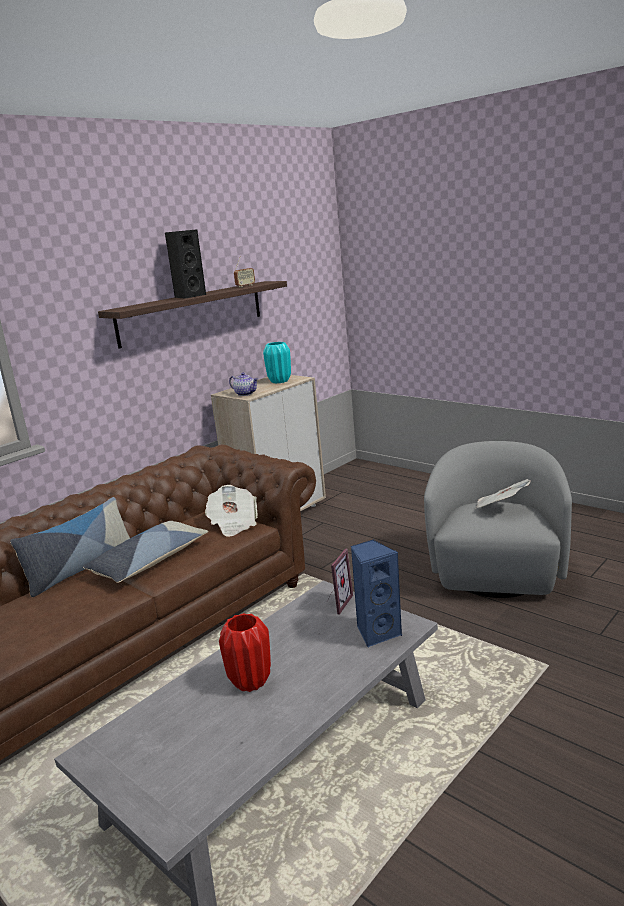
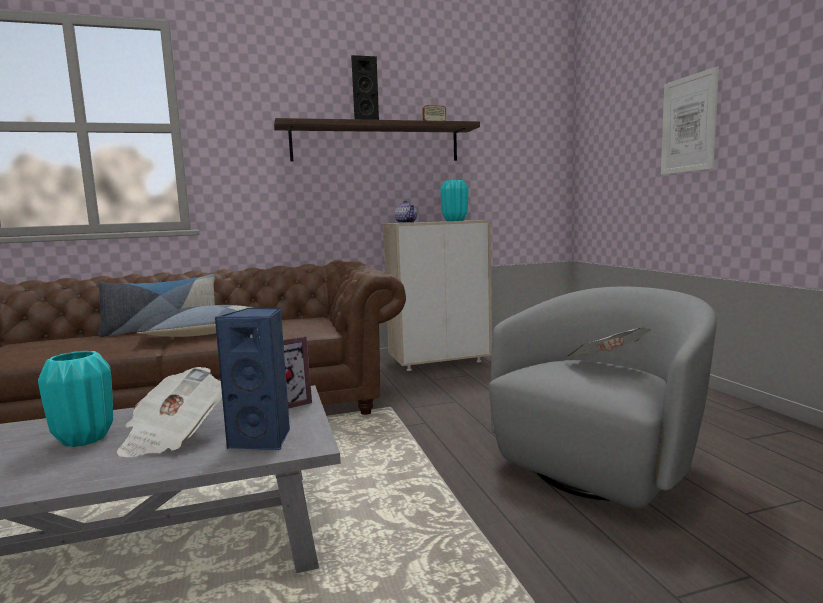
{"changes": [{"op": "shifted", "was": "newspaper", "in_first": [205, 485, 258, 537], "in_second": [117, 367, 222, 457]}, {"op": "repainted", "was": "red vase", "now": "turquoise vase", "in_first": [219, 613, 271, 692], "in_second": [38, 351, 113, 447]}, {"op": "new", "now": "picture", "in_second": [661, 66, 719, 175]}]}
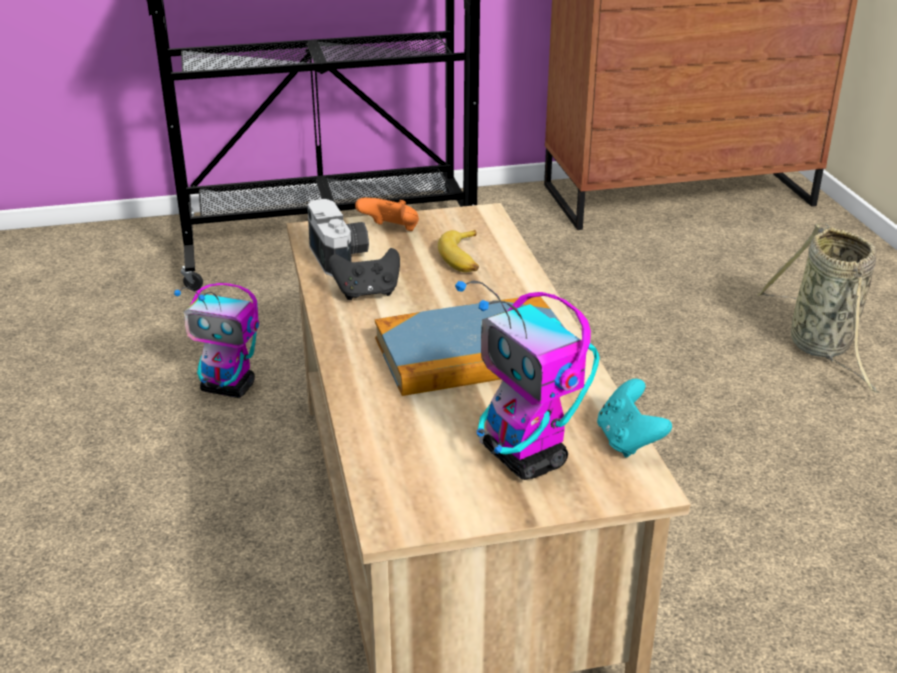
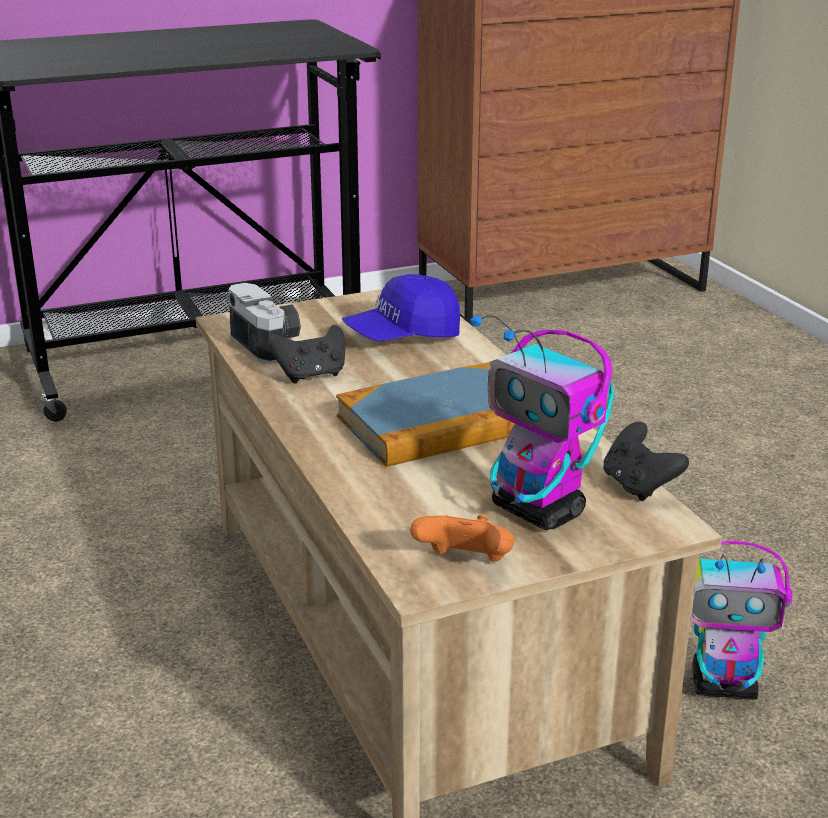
{"changes": [{"op": "shifted", "was": "orange game controller", "in_first": [355, 198, 419, 231], "in_second": [410, 515, 514, 562]}, {"op": "gone", "was": "basket", "in_first": [756, 223, 880, 393]}, {"op": "swapped", "was": "banana", "now": "blue cap", "in_first": [438, 230, 479, 272], "in_second": [342, 274, 460, 341]}, {"op": "shifted", "was": "toy robot", "in_first": [174, 283, 259, 398], "in_second": [691, 541, 792, 700]}, {"op": "repainted", "was": "turquoise game controller", "now": "black game controller", "in_first": [597, 379, 672, 458], "in_second": [603, 422, 689, 501]}]}
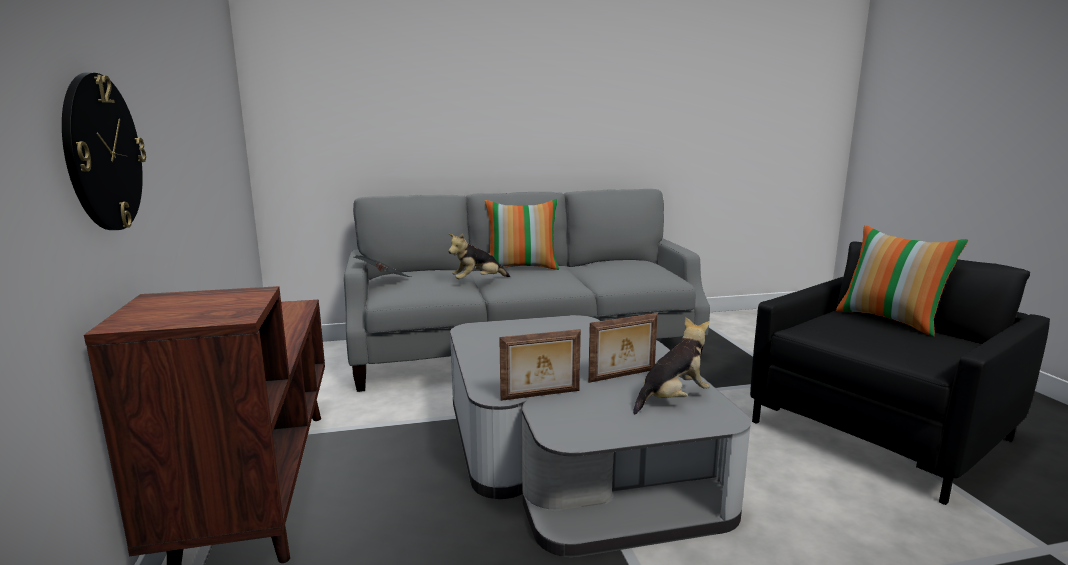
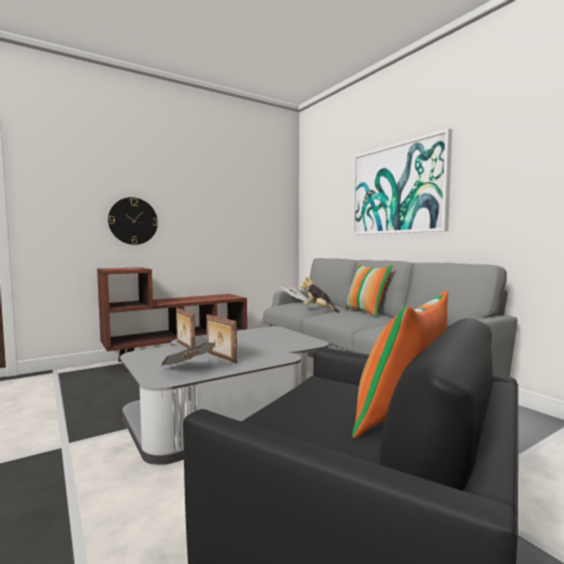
{"changes": [{"op": "swapped", "was": "plush toy", "now": "newspaper", "in_first": [633, 317, 710, 414], "in_second": [161, 342, 216, 366]}, {"op": "new", "now": "picture", "in_second": [352, 128, 452, 235]}]}
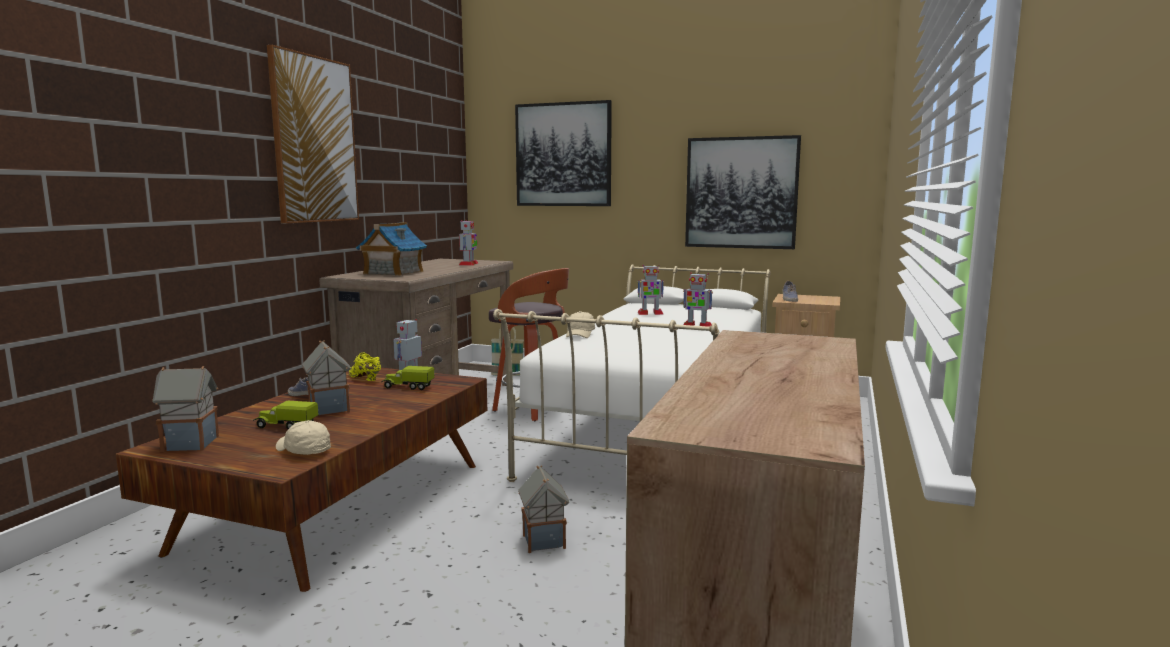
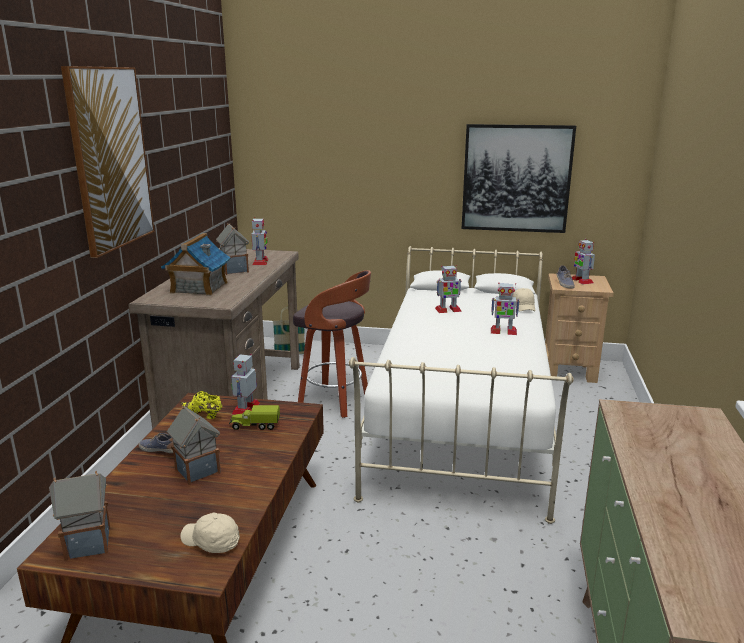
{"changes": [{"op": "gone", "was": "picture", "in_first": [515, 100, 612, 206]}, {"op": "shifted", "was": "beige cap", "in_first": [566, 311, 595, 338], "in_second": [513, 288, 536, 311]}, {"op": "gone", "was": "toy truck", "in_first": [253, 401, 318, 429]}, {"op": "shifted", "was": "toy house", "in_first": [518, 465, 569, 553], "in_second": [216, 223, 249, 275]}, {"op": "new", "now": "toy robot", "in_second": [572, 239, 595, 284]}]}
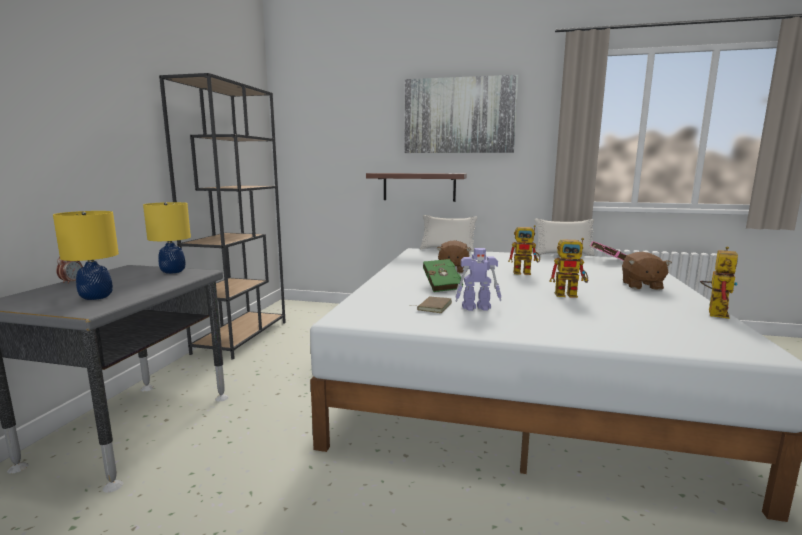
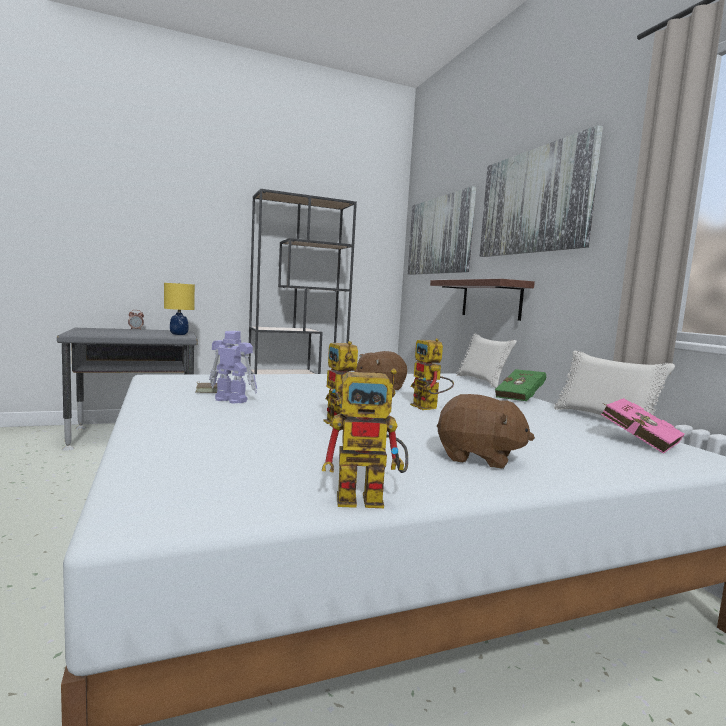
{"changes": [{"op": "gone", "was": "yellow table lamp", "in_first": [53, 211, 119, 300]}, {"op": "rotated", "was": "toy robot", "in_first": [455, 248, 501, 311], "in_second": [209, 331, 257, 404], "clockwise": 150}, {"op": "rotated", "was": "brown plush toy", "in_first": [622, 252, 672, 290], "in_second": [437, 394, 535, 469], "clockwise": -135}, {"op": "shifted", "was": "green book", "in_first": [423, 259, 463, 292], "in_second": [495, 369, 546, 401]}, {"op": "new", "now": "picture", "in_second": [408, 186, 476, 275]}]}
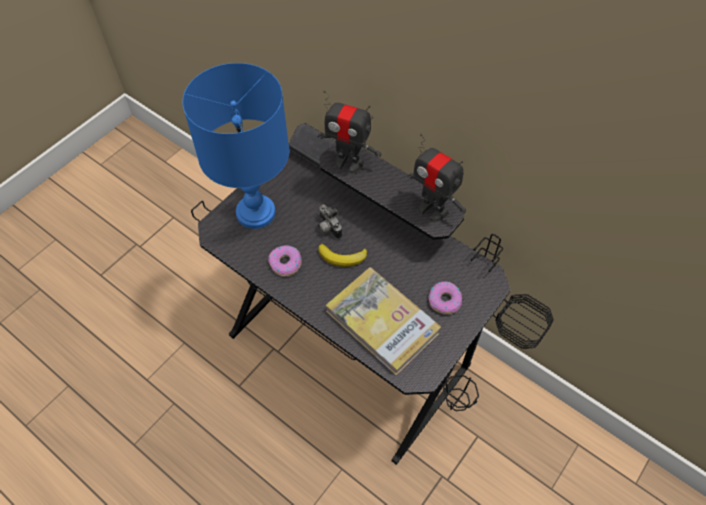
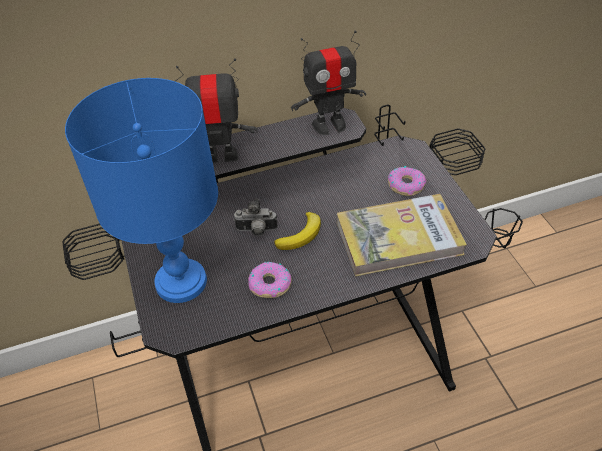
{"changes": [{"op": "rotated", "was": "toy robot", "in_first": [317, 90, 382, 174], "in_second": [175, 58, 258, 163], "clockwise": -150}]}
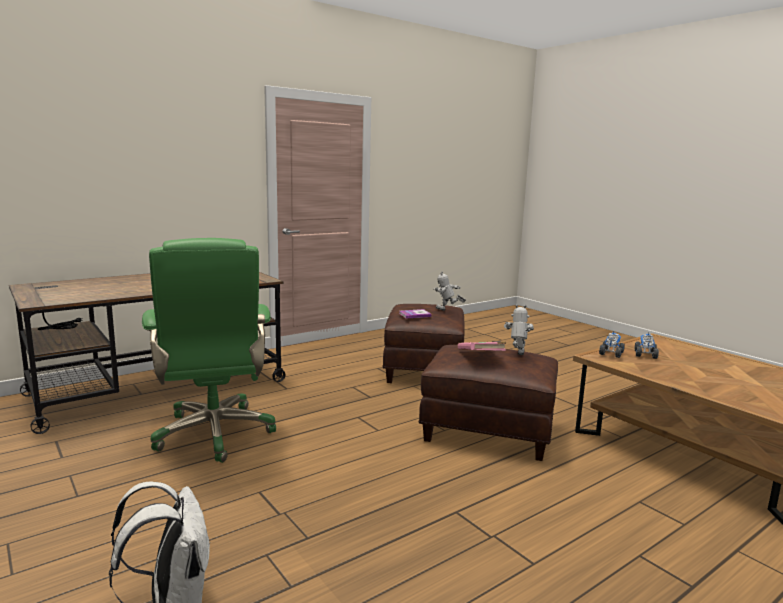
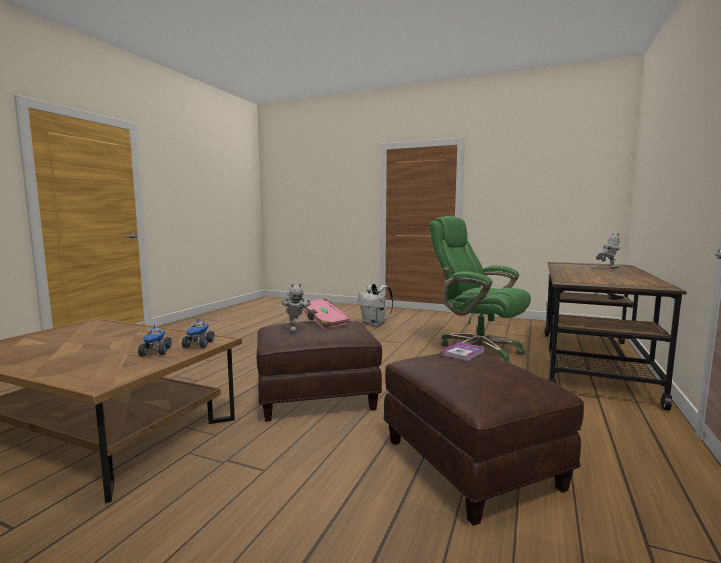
{"changes": [{"op": "shifted", "was": "toy robot", "in_first": [434, 272, 466, 311], "in_second": [596, 233, 620, 269]}]}
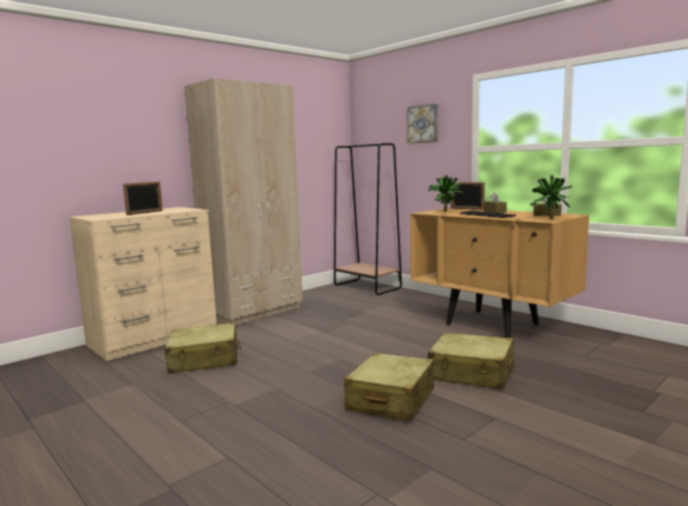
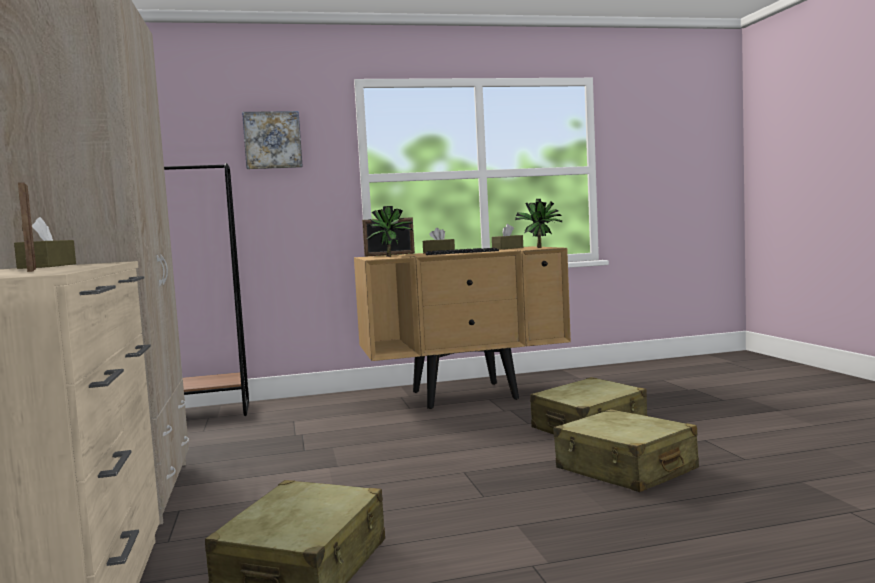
{"changes": [{"op": "new", "now": "brown tissue box", "in_second": [14, 217, 76, 269]}]}
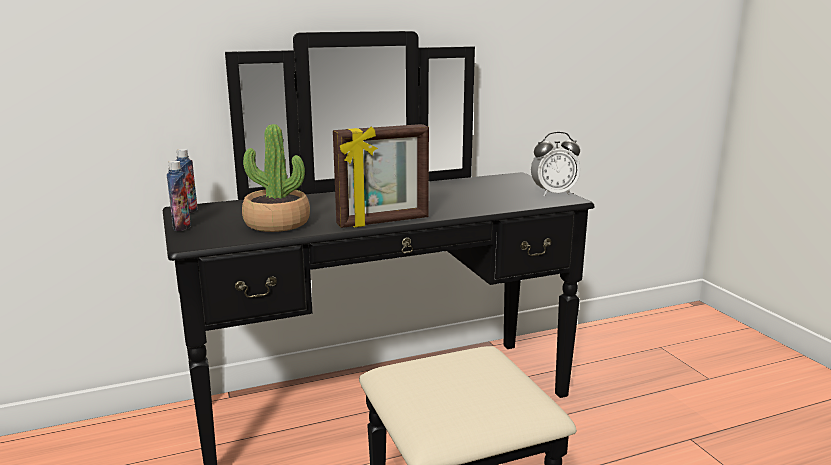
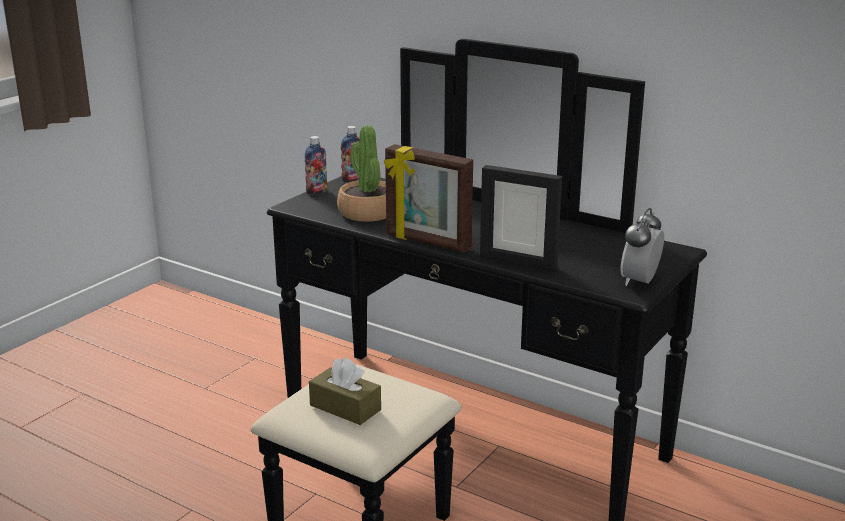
{"changes": [{"op": "rotated", "was": "alarm clock", "in_first": [531, 132, 580, 197], "in_second": [620, 208, 664, 286], "clockwise": 75}, {"op": "new", "now": "picture frame", "in_second": [480, 165, 562, 272]}, {"op": "new", "now": "brown tissue box", "in_second": [309, 358, 381, 425]}]}
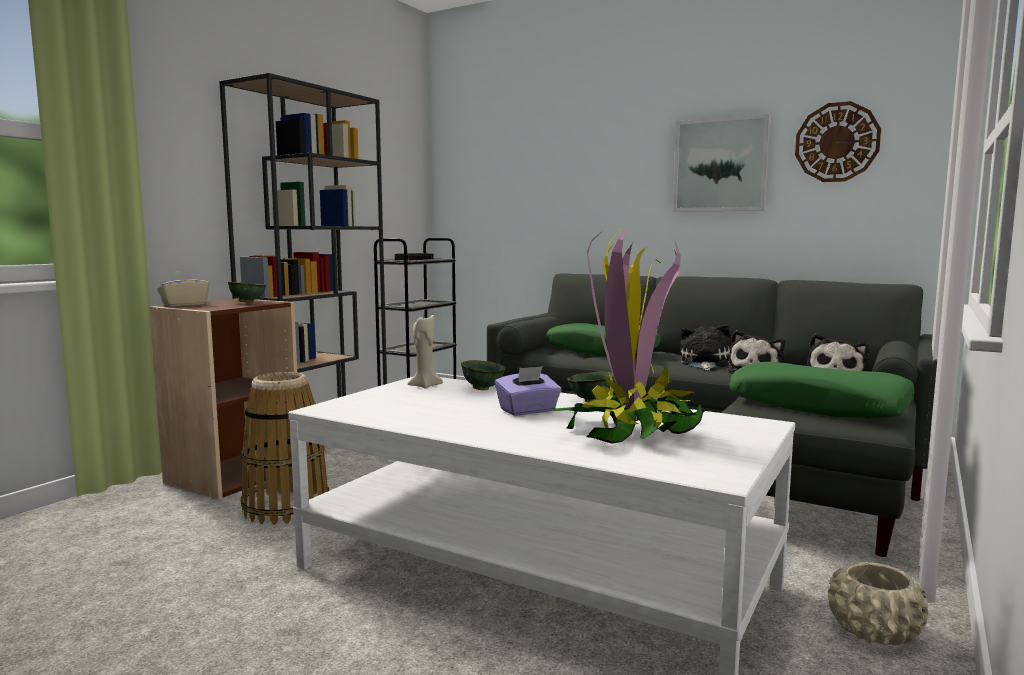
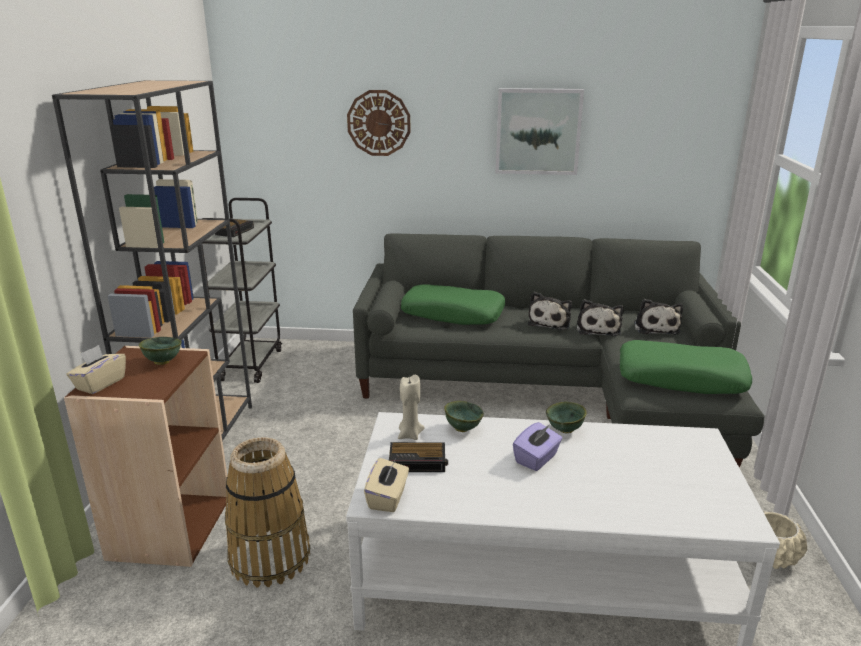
{"changes": [{"op": "shifted", "was": "wall clock", "in_first": [795, 101, 881, 182], "in_second": [347, 90, 410, 156]}, {"op": "gone", "was": "potted plant", "in_first": [553, 228, 707, 443]}, {"op": "rotated", "was": "plush toy", "in_first": [681, 325, 731, 371], "in_second": [528, 292, 572, 330], "clockwise": -150}, {"op": "new", "now": "alarm clock", "in_second": [389, 442, 448, 472]}, {"op": "new", "now": "beige tissue box", "in_second": [364, 458, 409, 512]}]}
